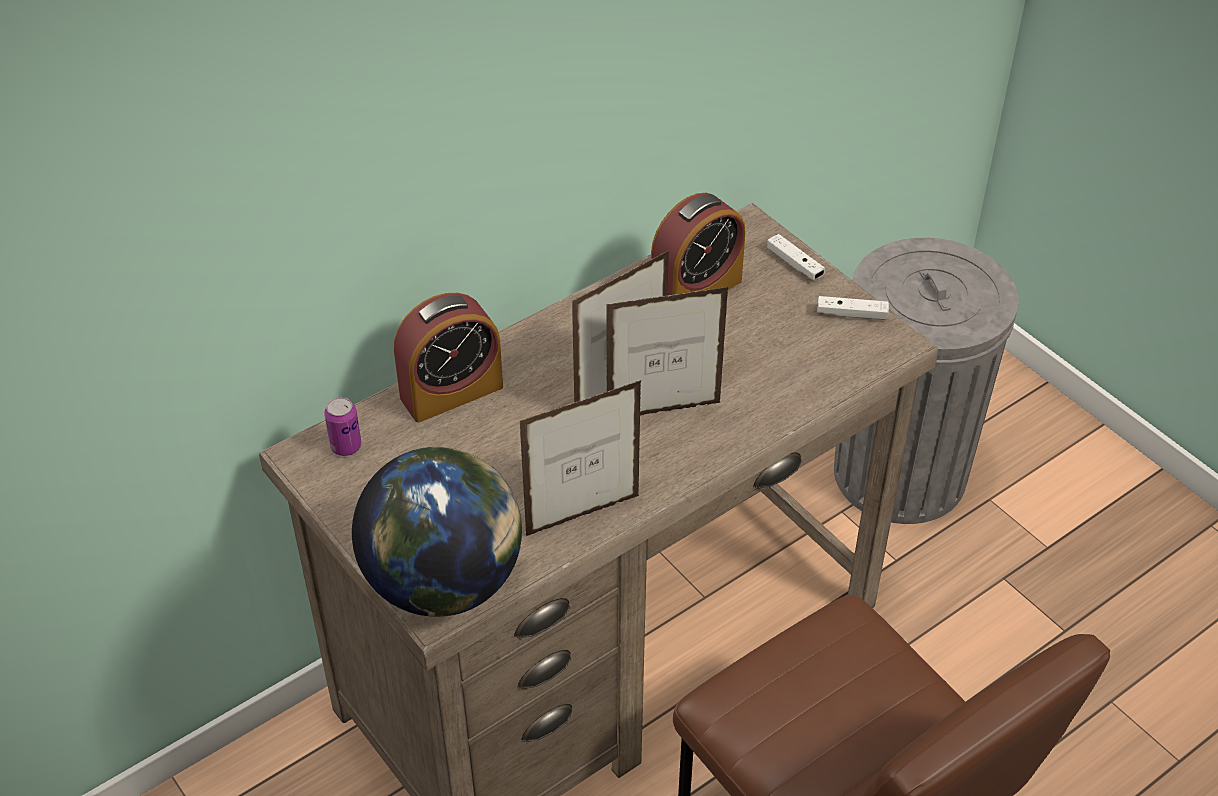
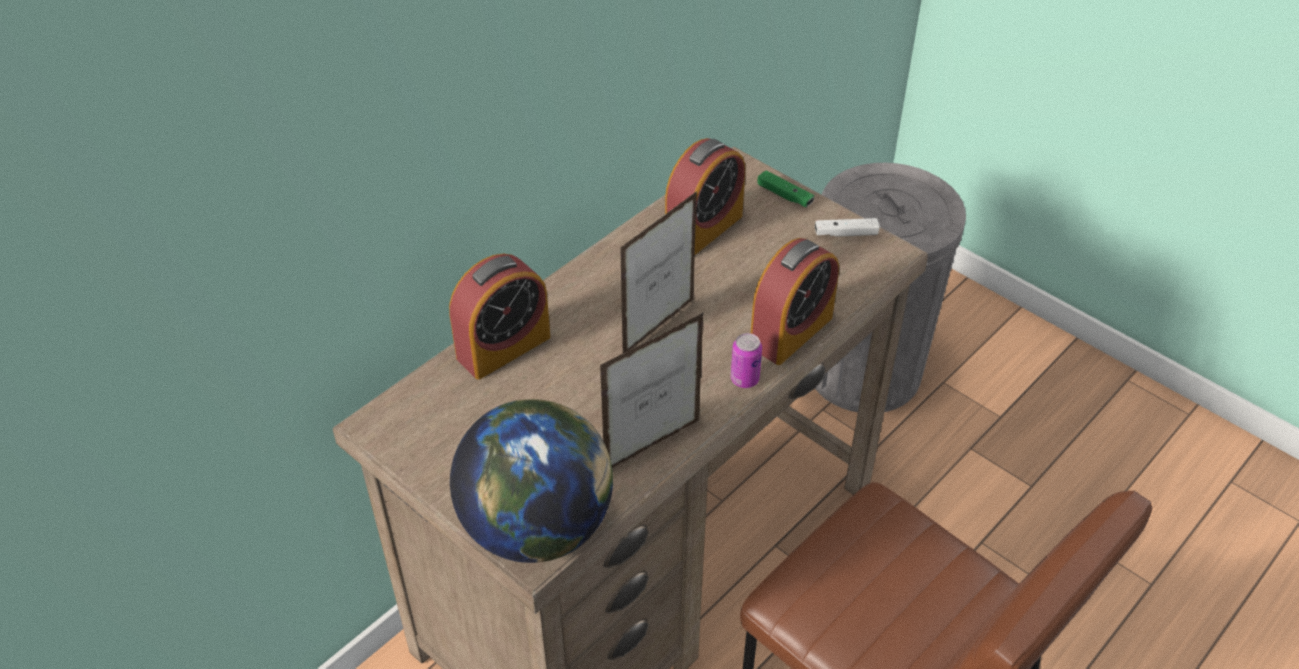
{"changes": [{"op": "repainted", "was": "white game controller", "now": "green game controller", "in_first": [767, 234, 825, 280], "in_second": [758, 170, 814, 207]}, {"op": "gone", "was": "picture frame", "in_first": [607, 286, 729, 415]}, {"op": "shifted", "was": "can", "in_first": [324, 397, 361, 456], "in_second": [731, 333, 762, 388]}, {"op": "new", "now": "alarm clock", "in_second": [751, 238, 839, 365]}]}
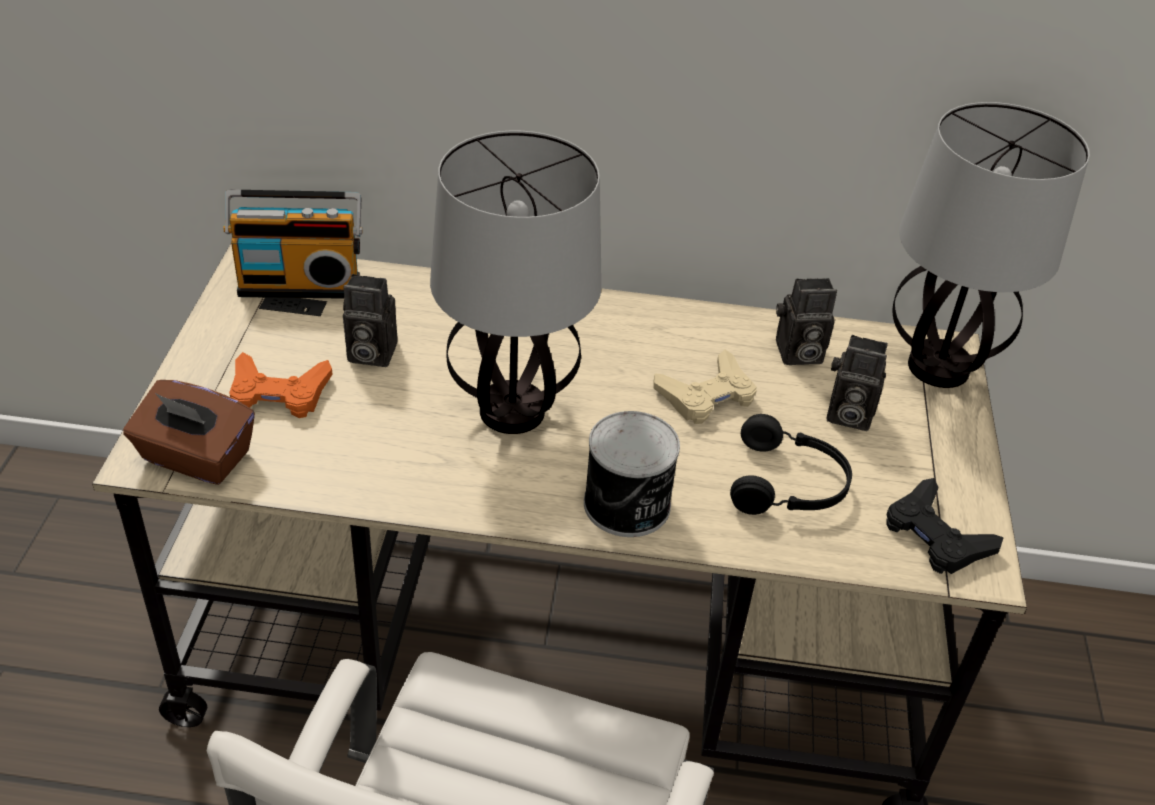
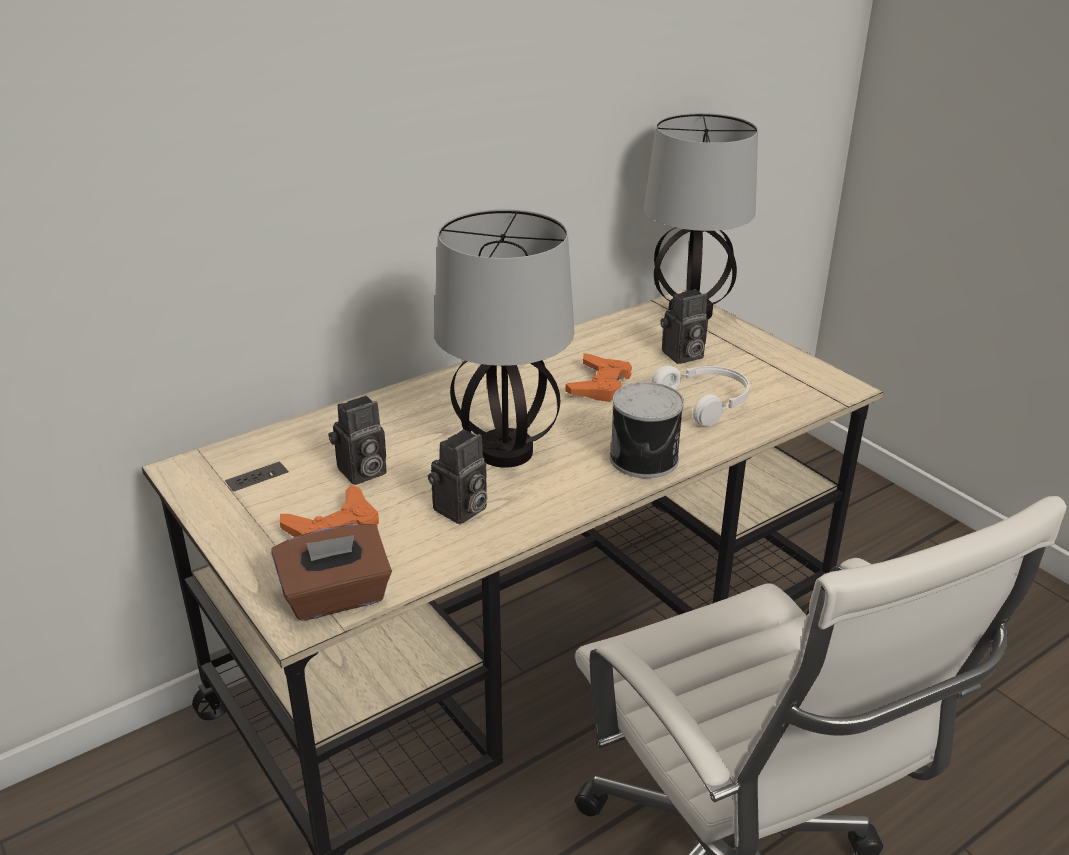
{"changes": [{"op": "gone", "was": "radio", "in_first": [223, 189, 362, 299]}, {"op": "shifted", "was": "photo camera", "in_first": [776, 278, 837, 365], "in_second": [428, 429, 488, 524]}, {"op": "repainted", "was": "beige game controller", "now": "orange game controller", "in_first": [653, 349, 757, 424], "in_second": [566, 353, 632, 402]}, {"op": "repainted", "was": "black headphones", "now": "white headphones", "in_first": [730, 414, 852, 515], "in_second": [652, 366, 750, 426]}, {"op": "gone", "was": "black game controller", "in_first": [886, 478, 1004, 574]}]}
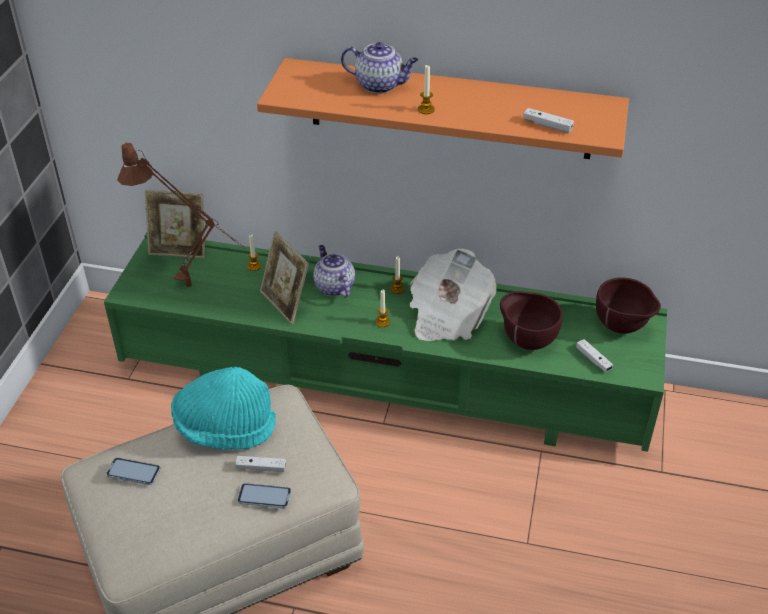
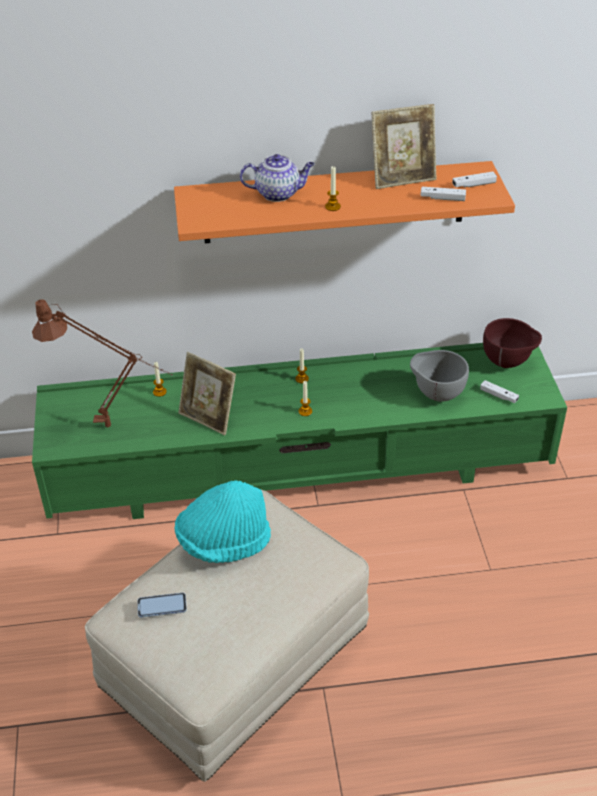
{"changes": [{"op": "shifted", "was": "picture frame", "in_first": [145, 190, 205, 258], "in_second": [372, 104, 436, 189]}, {"op": "gone", "was": "teapot", "in_first": [313, 245, 355, 298]}, {"op": "gone", "was": "newspaper", "in_first": [410, 248, 497, 341]}, {"op": "repainted", "was": "brown bowl", "now": "grey bowl", "in_first": [500, 291, 563, 350], "in_second": [410, 350, 469, 401]}, {"op": "shifted", "was": "white game controller", "in_first": [235, 456, 286, 472], "in_second": [452, 171, 497, 188]}, {"op": "gone", "was": "phone", "in_first": [237, 483, 291, 509]}]}
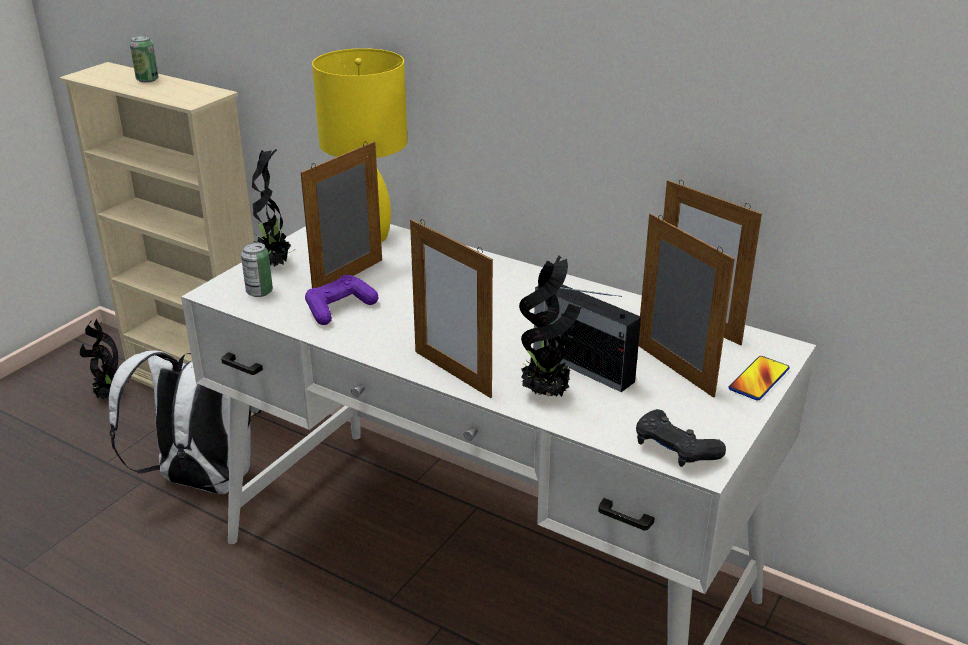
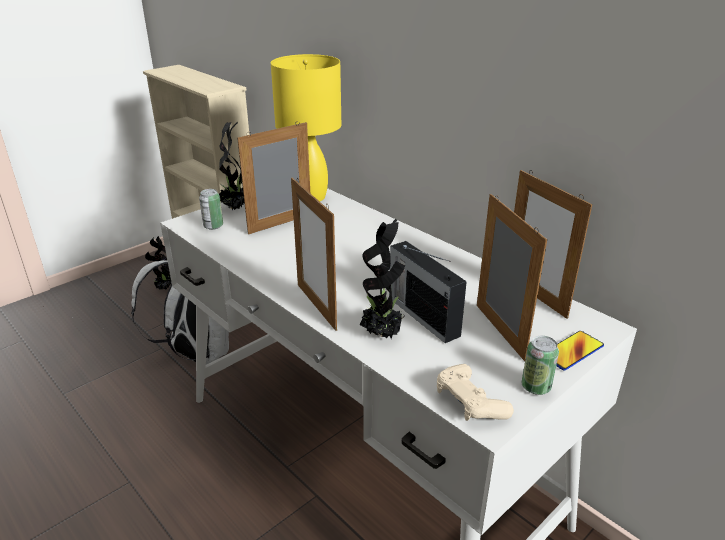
{"changes": [{"op": "shifted", "was": "can", "in_first": [130, 36, 159, 83], "in_second": [522, 336, 559, 395]}, {"op": "gone", "was": "purple game controller", "in_first": [305, 275, 378, 325]}, {"op": "repainted", "was": "black game controller", "now": "beige game controller", "in_first": [636, 409, 726, 467], "in_second": [437, 364, 514, 421]}]}
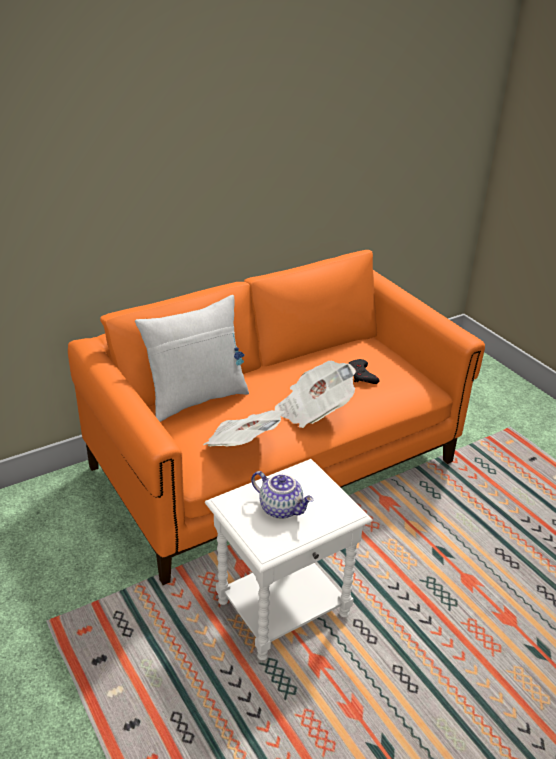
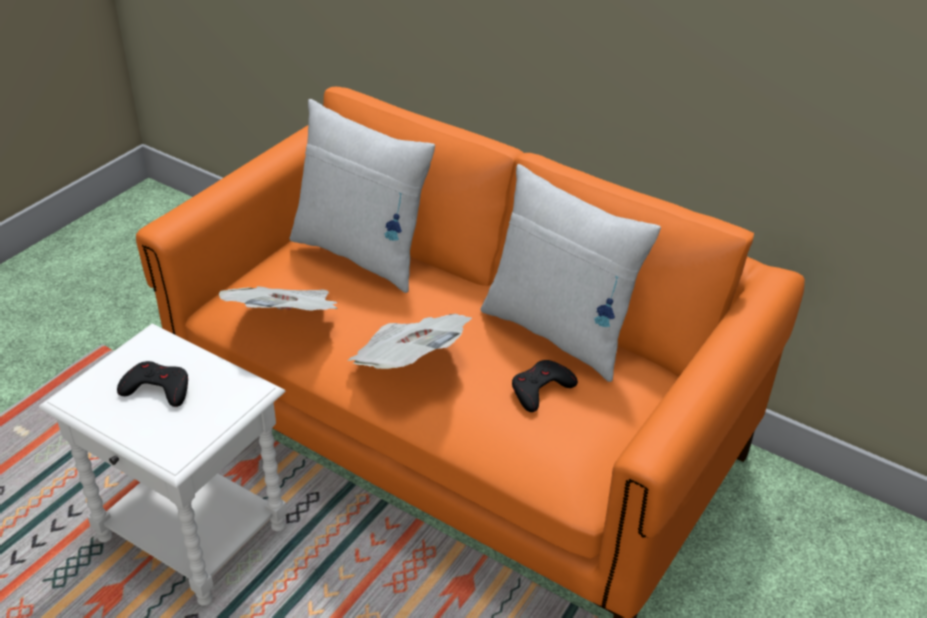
{"changes": [{"op": "swapped", "was": "teapot", "now": "black game controller", "in_first": [251, 471, 313, 519], "in_second": [117, 361, 188, 407]}, {"op": "new", "now": "grey pillow", "in_second": [480, 164, 661, 382]}]}
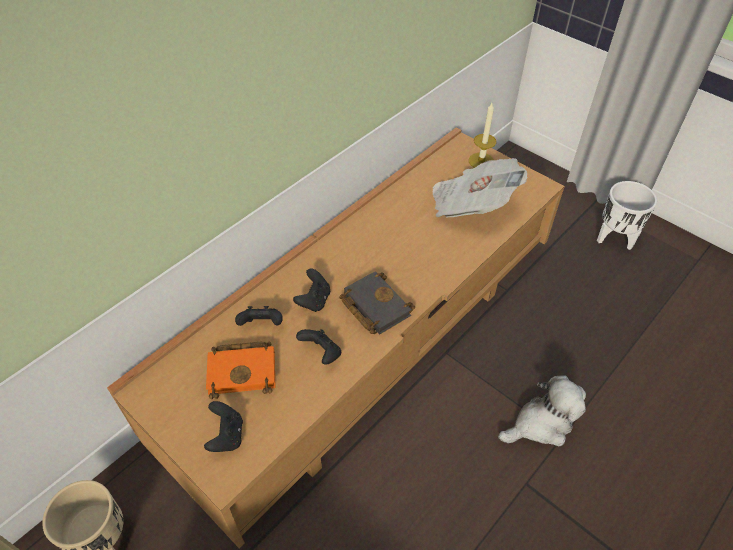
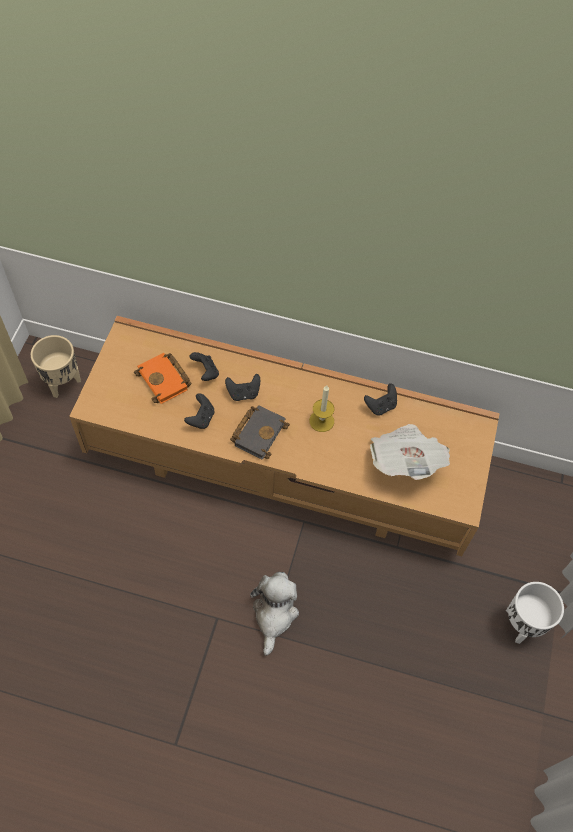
{"changes": [{"op": "shifted", "was": "candle", "in_first": [469, 103, 497, 168], "in_second": [309, 385, 334, 432]}, {"op": "rotated", "was": "plush toy", "in_first": [498, 375, 586, 446], "in_second": [250, 572, 299, 656], "clockwise": -120}, {"op": "shifted", "was": "black game controller", "in_first": [204, 401, 243, 452], "in_second": [364, 383, 397, 416]}]}
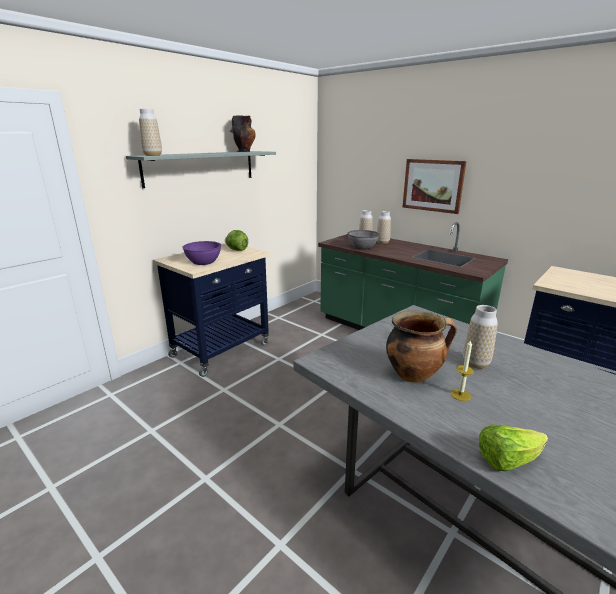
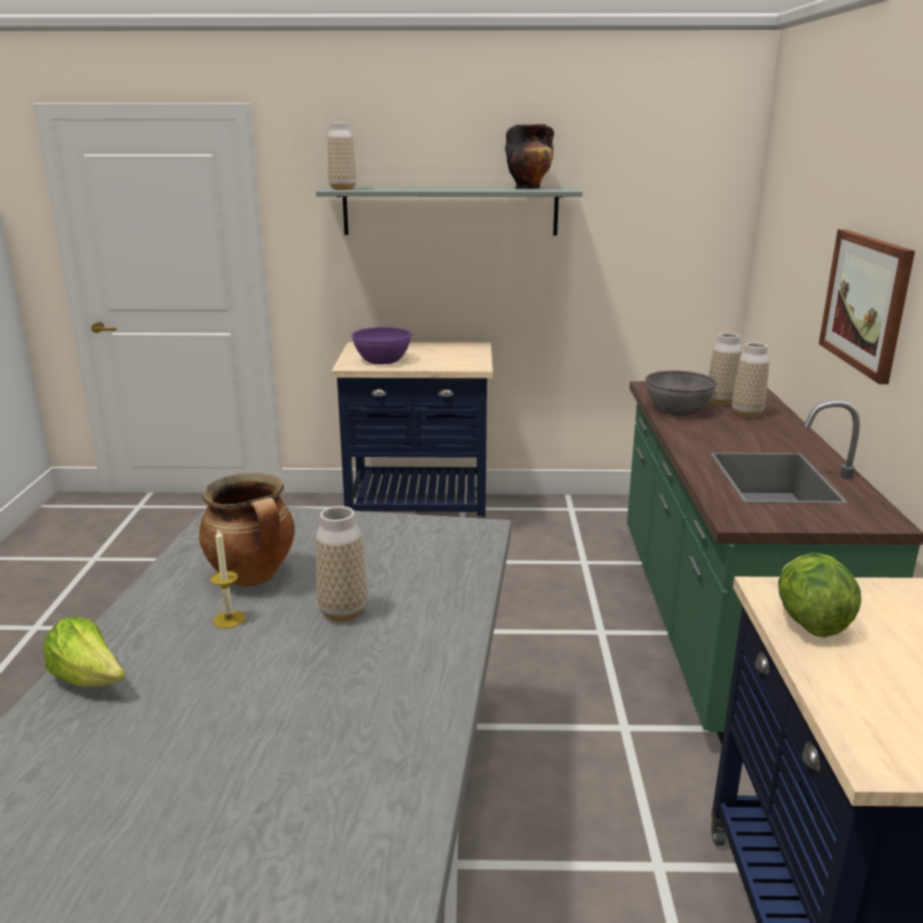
{"changes": [{"op": "shifted", "was": "lettuce", "in_first": [225, 230, 248, 251], "in_second": [778, 553, 861, 637]}]}
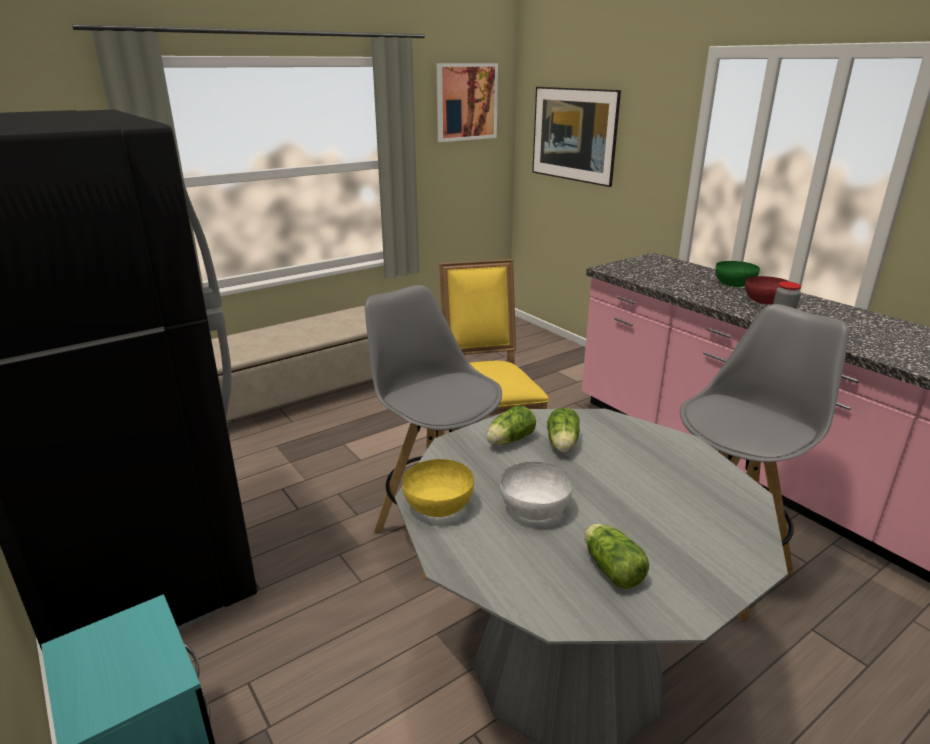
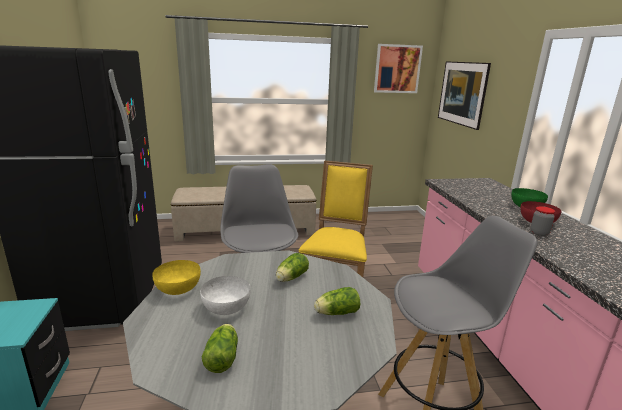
{"changes": [{"op": "shifted", "was": "lettuce", "in_first": [486, 406, 536, 445], "in_second": [314, 287, 360, 315]}]}
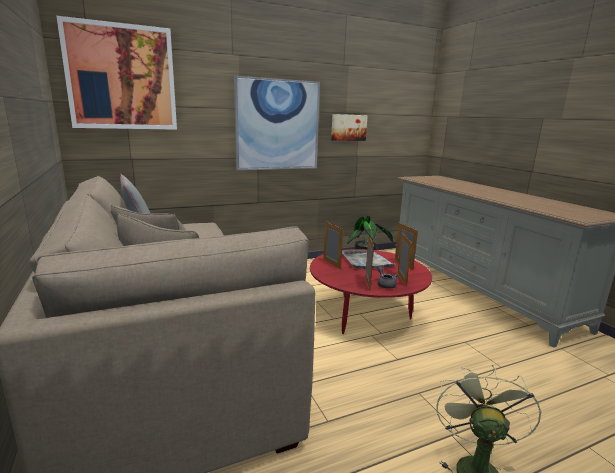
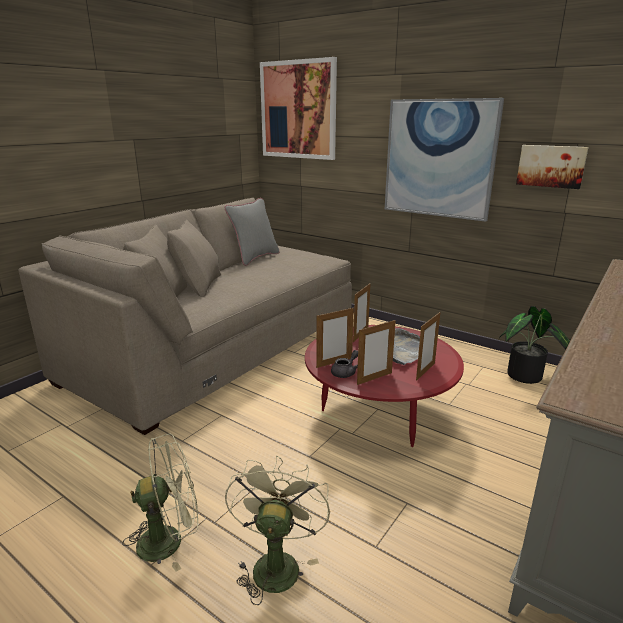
{"changes": [{"op": "new", "now": "green fan", "in_second": [225, 456, 330, 605]}]}
